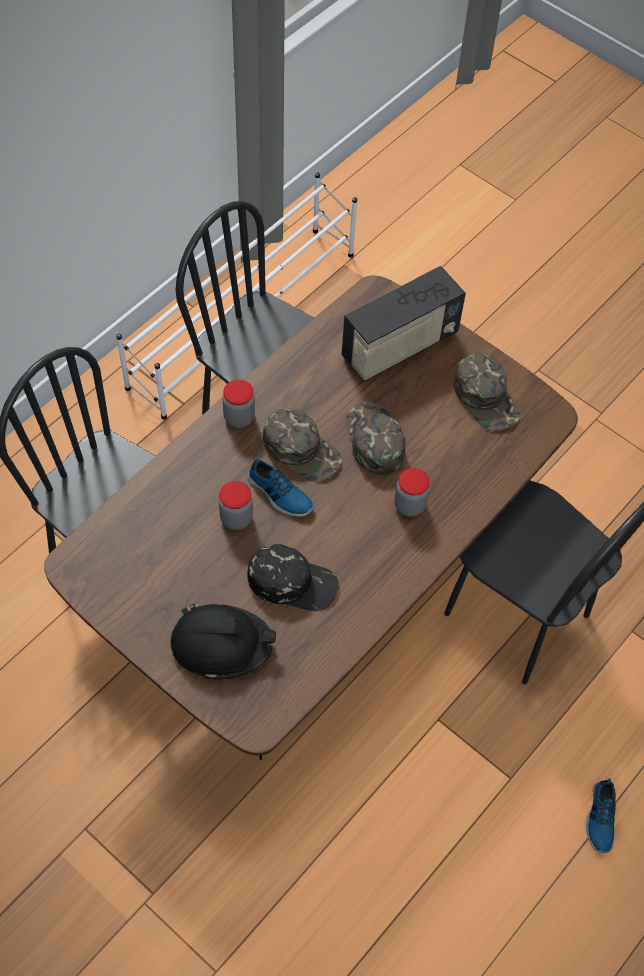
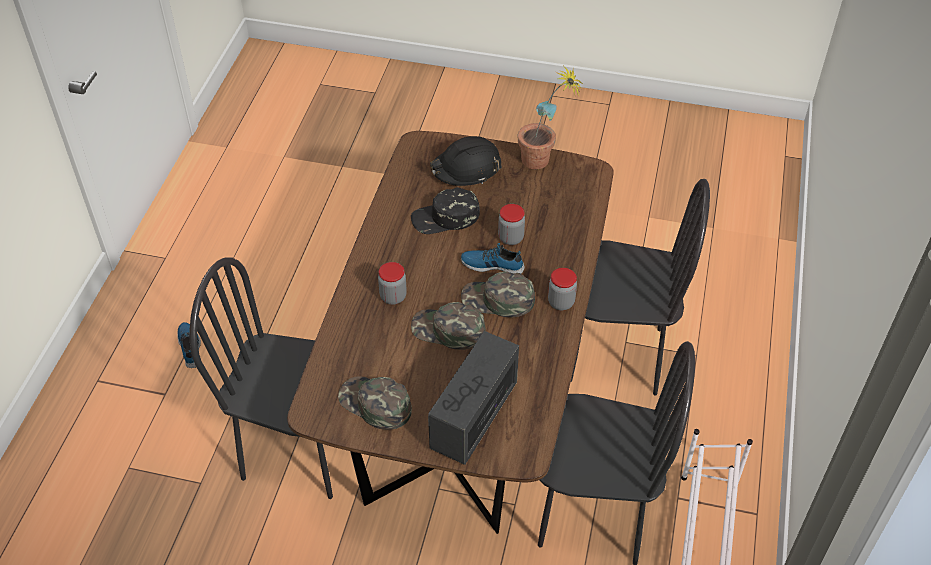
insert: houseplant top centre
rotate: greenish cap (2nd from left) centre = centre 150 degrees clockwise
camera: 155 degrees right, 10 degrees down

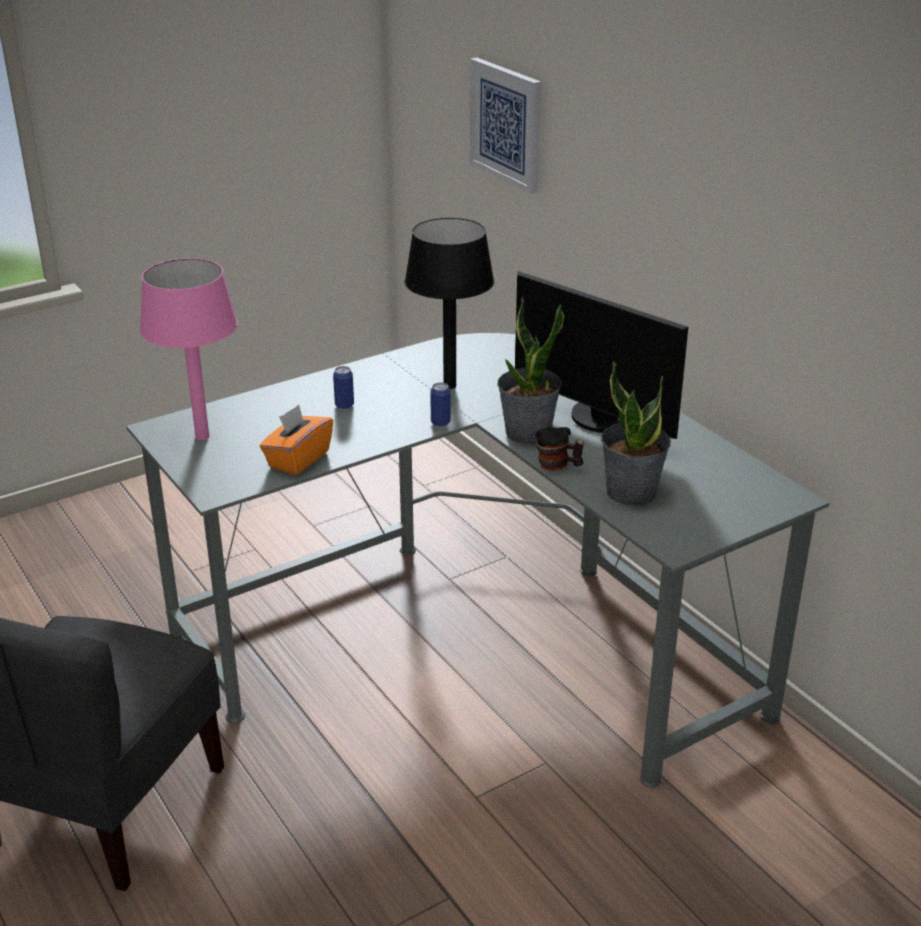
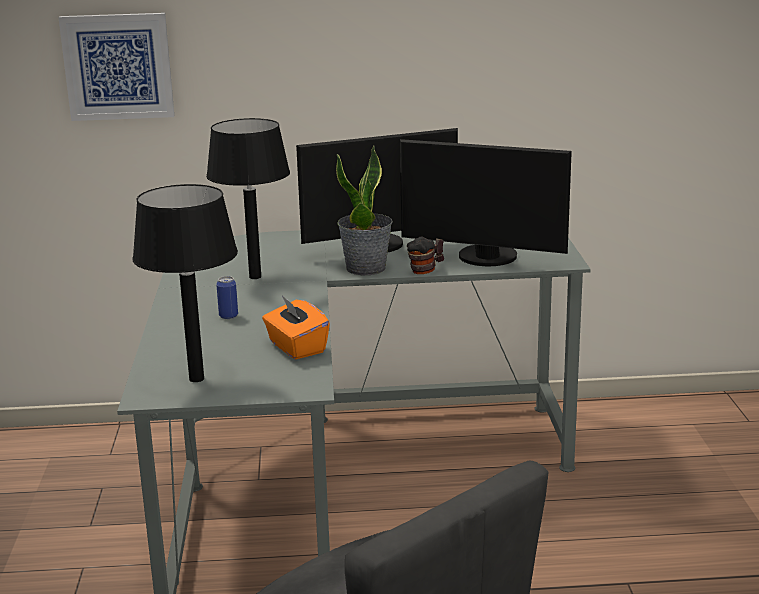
delete: sealed can (2nd from left) centre
replace: houseplant (2nd from left) middle right to monitor (2nd from left) centre
recolor: pink-coloured table lamp middle left to black table lamp (1st from left) middle left
camera: 60 degrees left, 10 degrees down

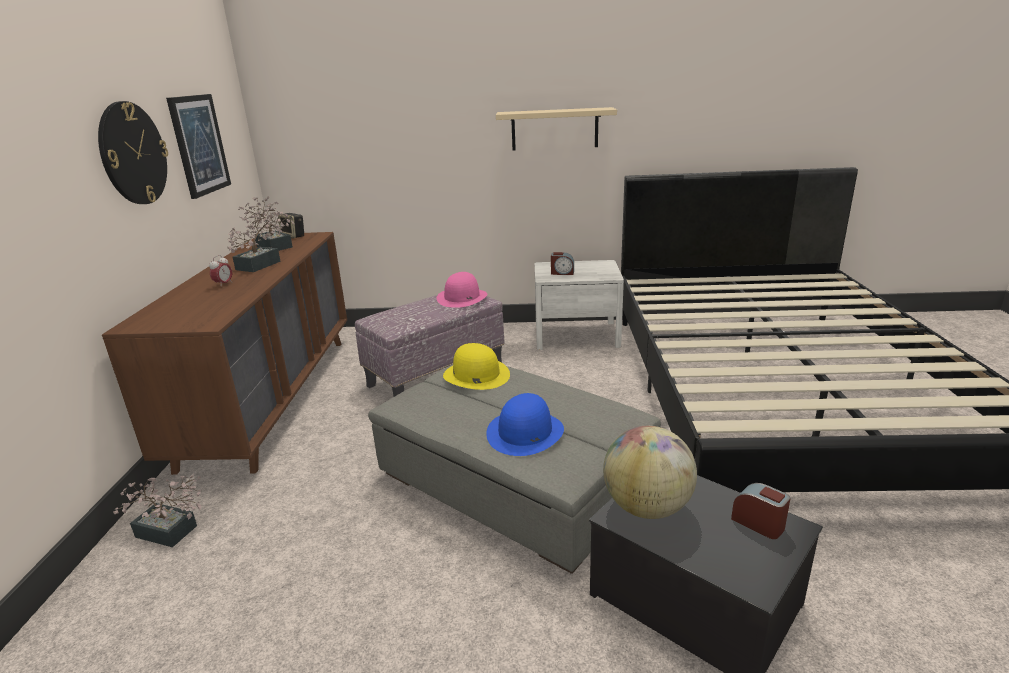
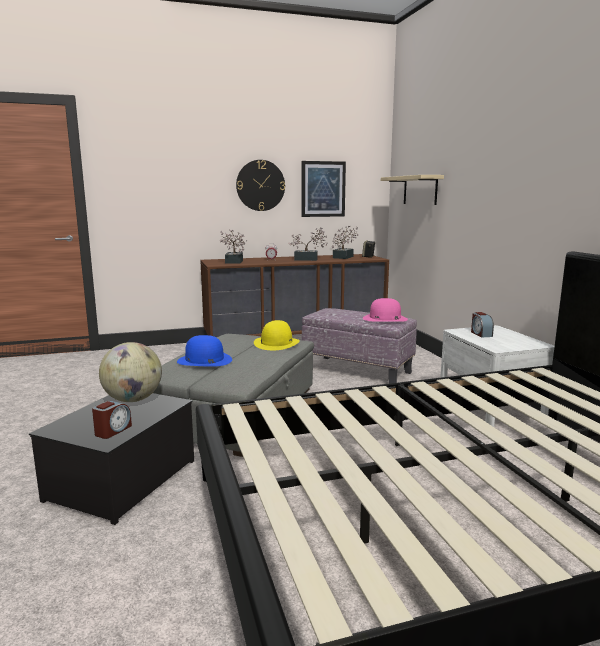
move: houseplant (1st from left) bottom left to centre; beige wall shelf top centre to top right
camera: 70 degrees right, 10 degrees down

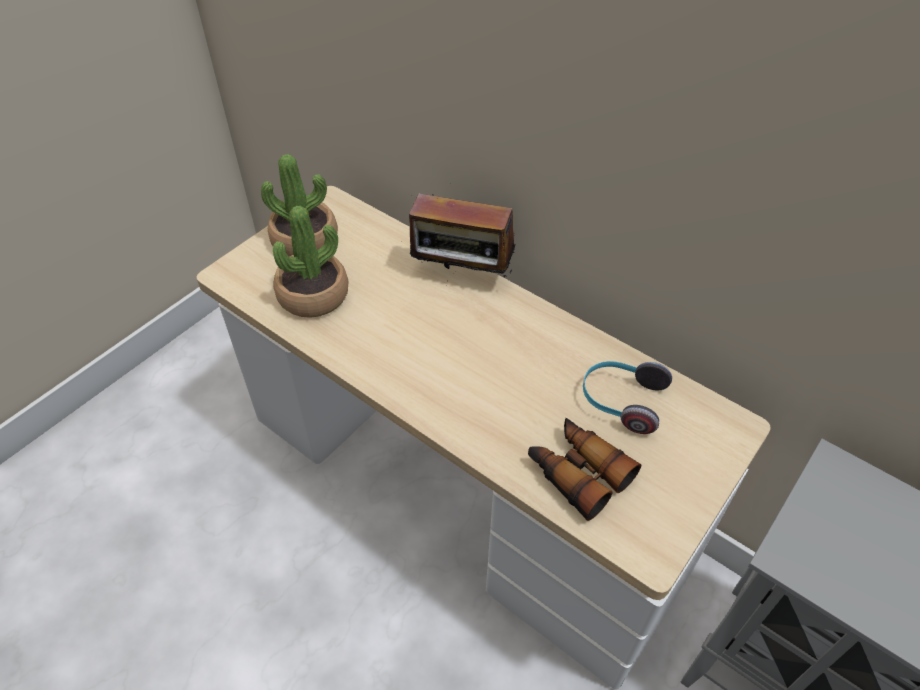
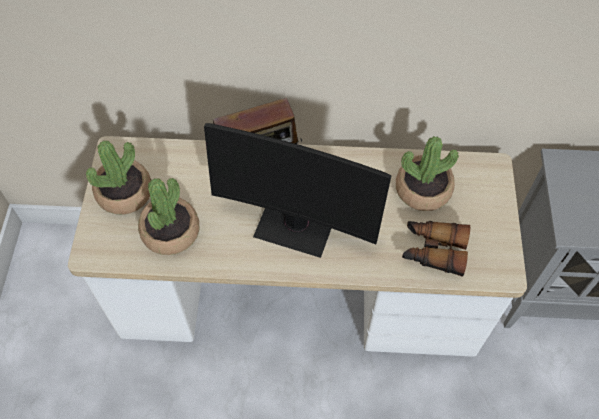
insert: monitor centre
replace: headphones middle right to houseplant (3rd from left) middle right
camera: 35 degrees left, 10 degrees up

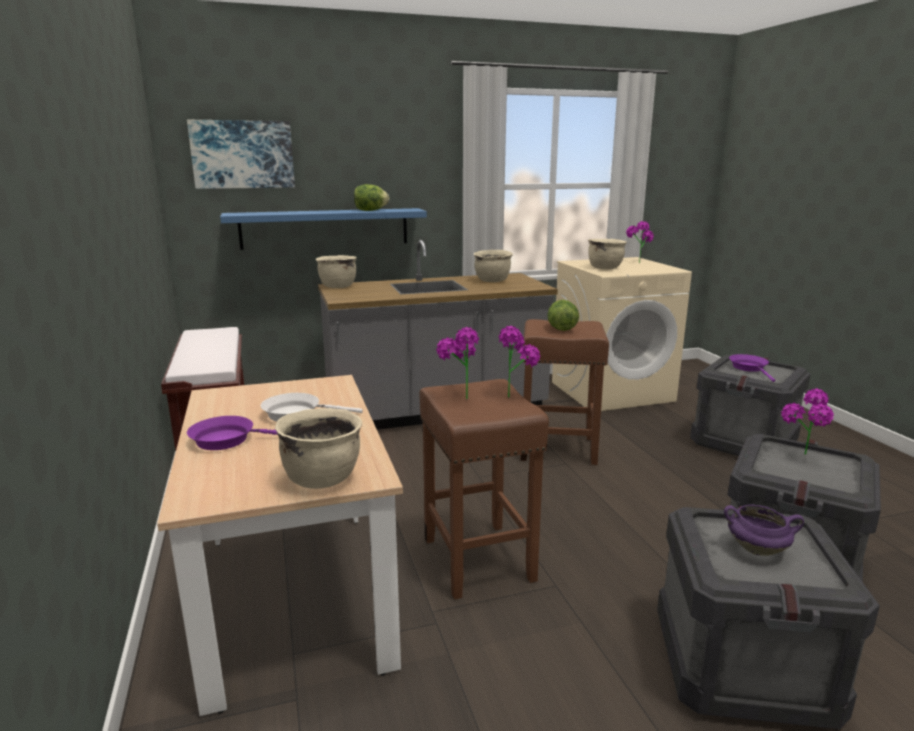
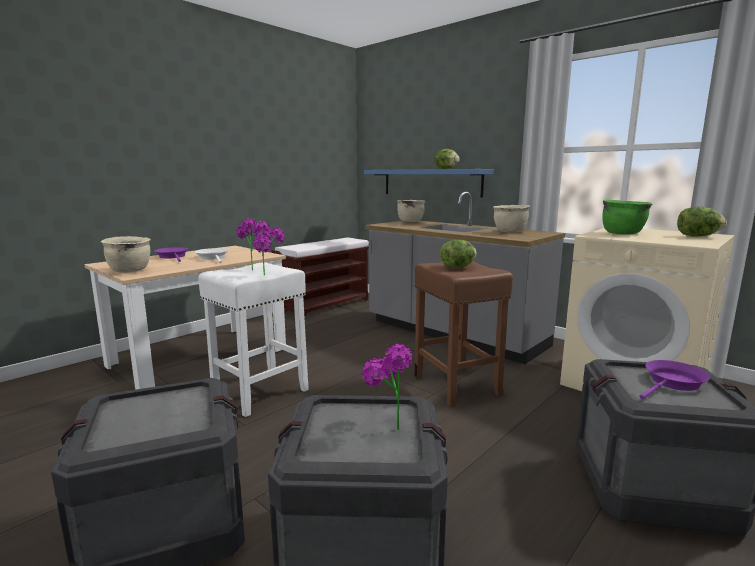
delete: wall picture top left; purple-coloured stockpot bottom right
replace: houseplant (3rd from left) top right to head of lettuce (3rd from left) middle right
recolor: brown stool (1st from left) bottom centre to white-coloured stool centre; beige stockpot (4th from left) centre to greenish stockpot middle right
camera: 60 degrees right, 5 degrees down

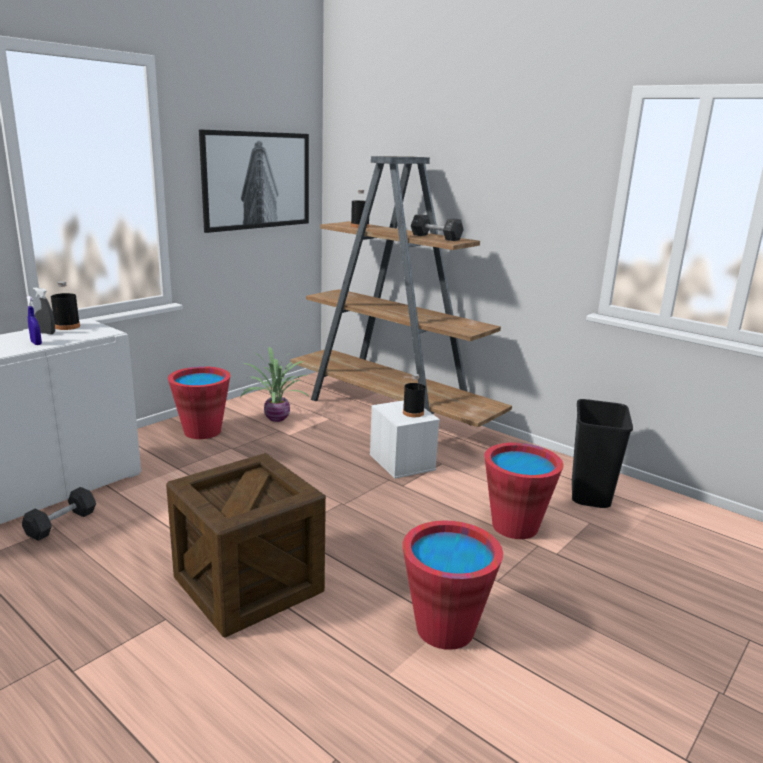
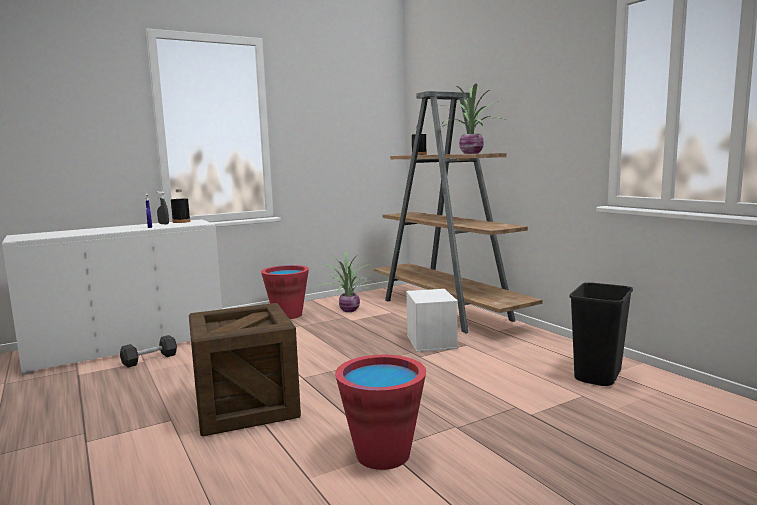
delete: wall picture top left; black drink bottle (3rd from left) centre; reddish pail (3rd from left) middle right
replace: black hand weight (2nd from left) top centre to houseplant (2nd from left) top centre
camera: 20 degrees right, 10 degrees down

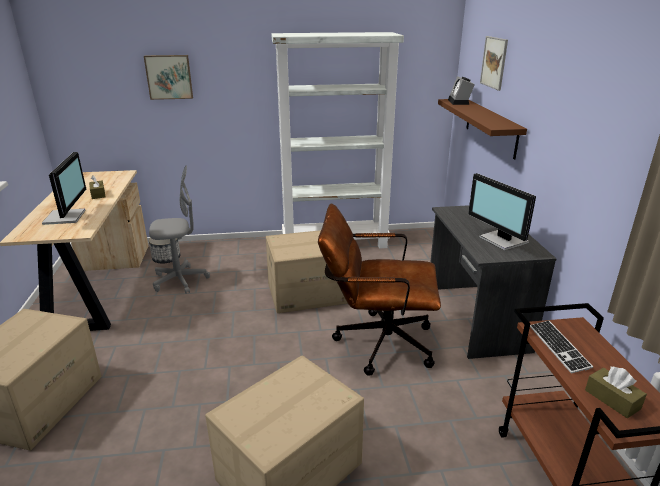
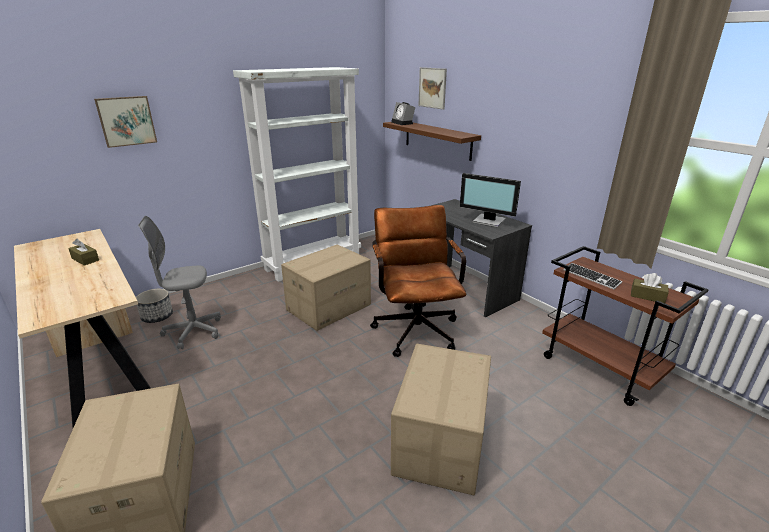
delete: monitor (1st from left) middle left
rotate: greyish office chair middle left = middle left 150 degrees counterclockwise; brown office chair centre = centre 105 degrees clockwise
camera: 30 degrees left, 0 degrees up

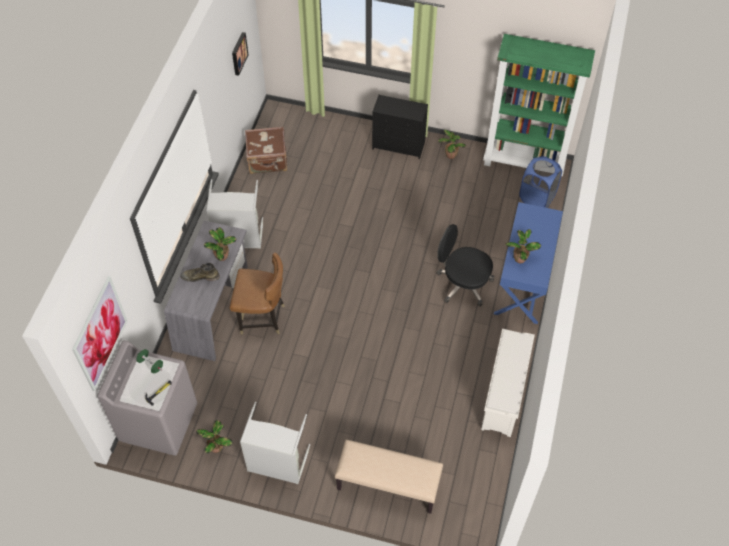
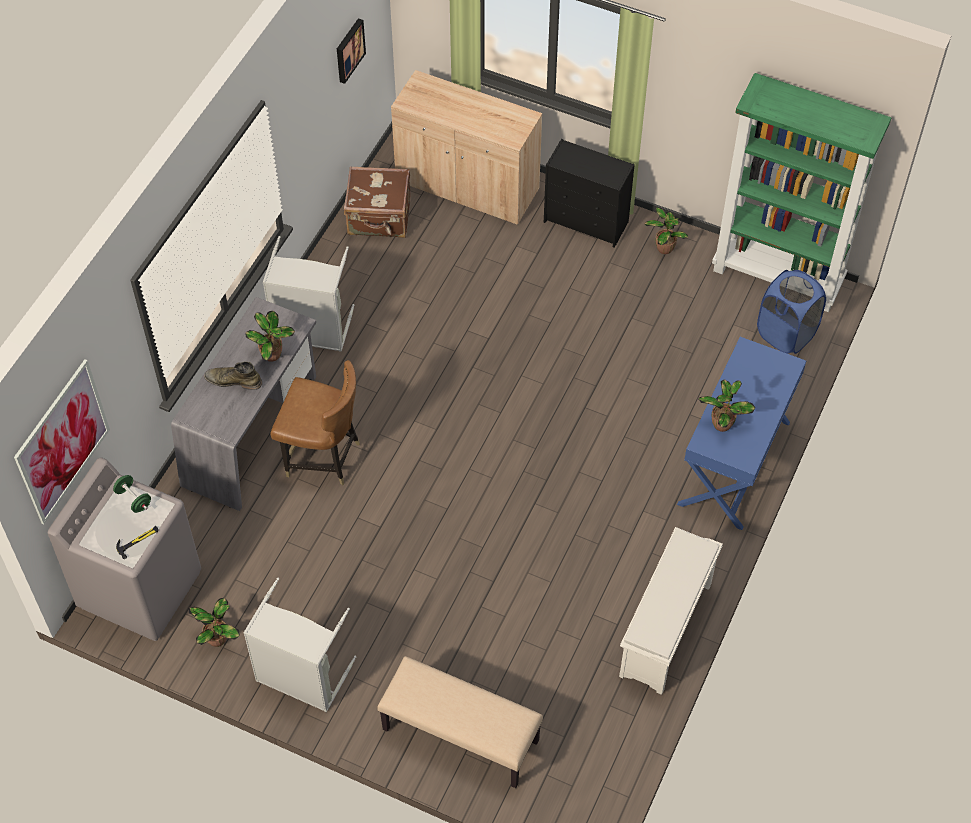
delete: black office chair centre
insert: beige cabinet top centre
camera: 10 degrees right, 0 degrees up

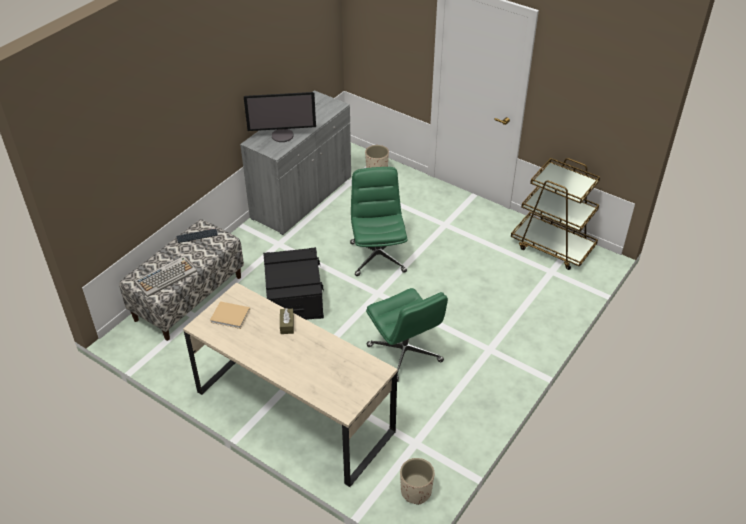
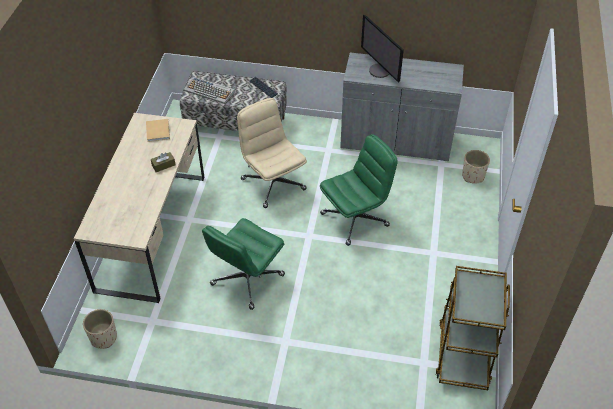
replace: black storage box centre to beige office chair centre
camera: 65 degrees right, 5 degrees up

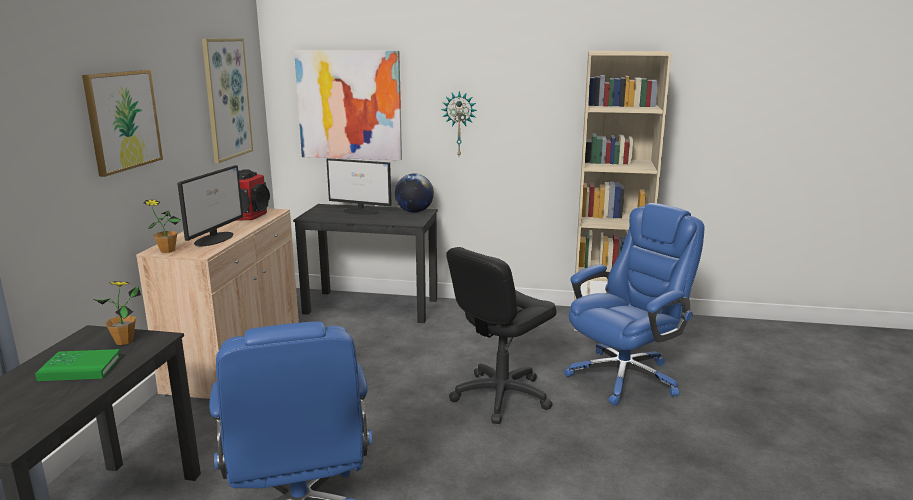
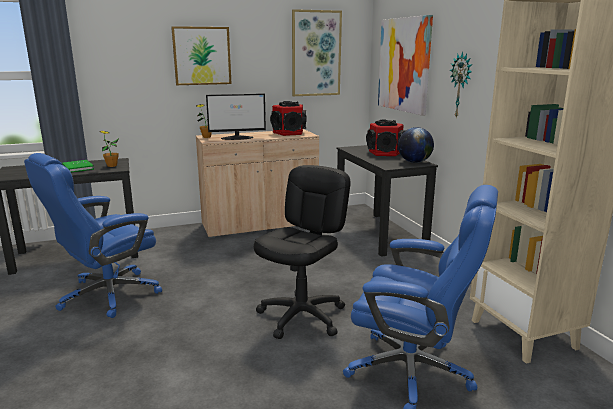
replace: monitor (2nd from left) centre to loudspeaker (2nd from left) centre
rotate: black office chair bottom centre = centre 105 degrees clockwise
camera: 60 degrees right, 0 degrees up

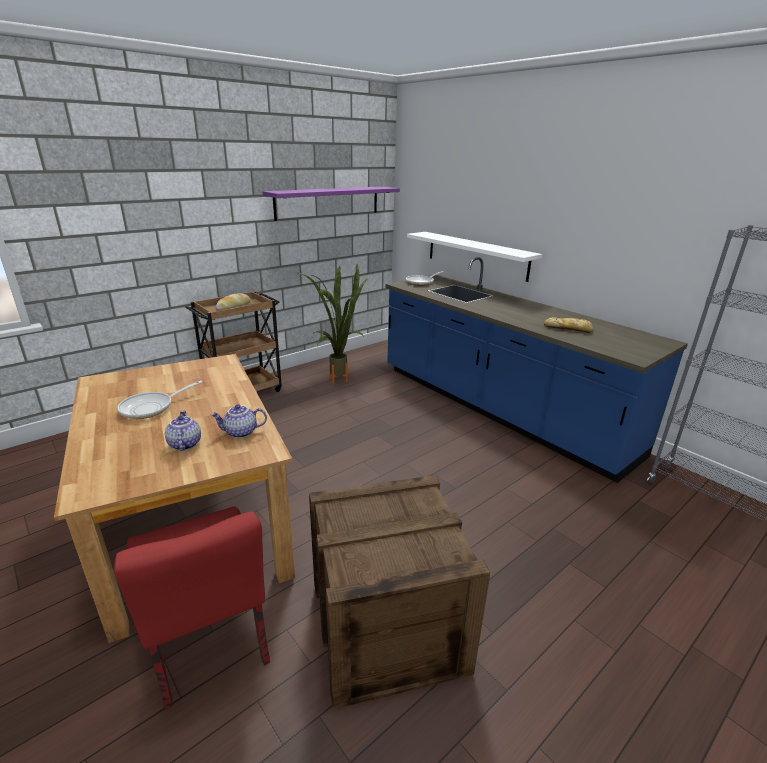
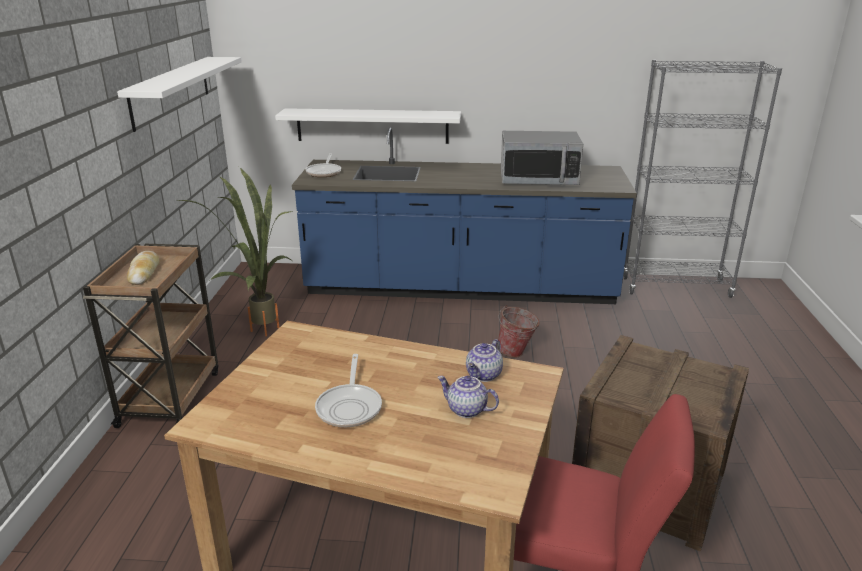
insert: pail centre
replace: bakery bread (2nd from left) middle right to microwave top centre
recolor: purple-coloured wall shelf top centre to white-coloured wall shelf (1st from left) top left
camera: 45 degrees left, 0 degrees up

